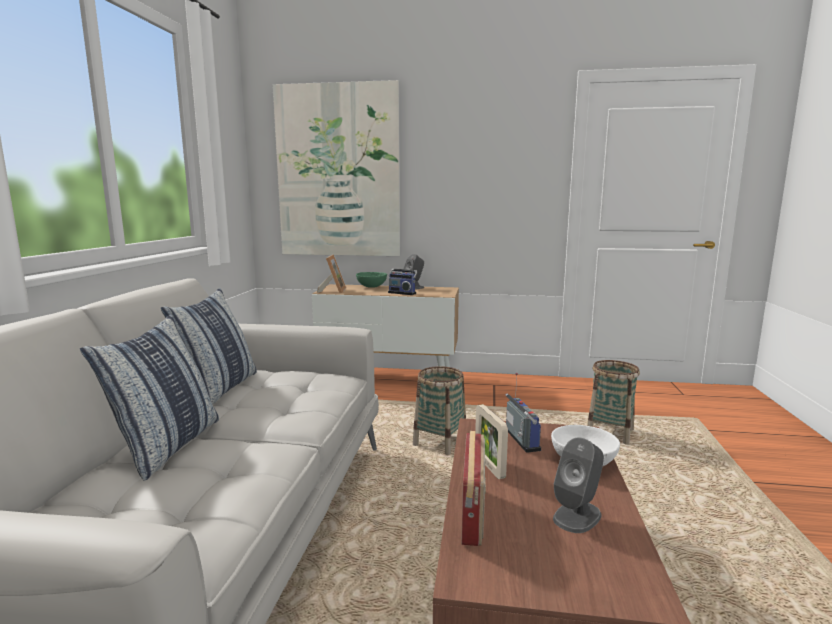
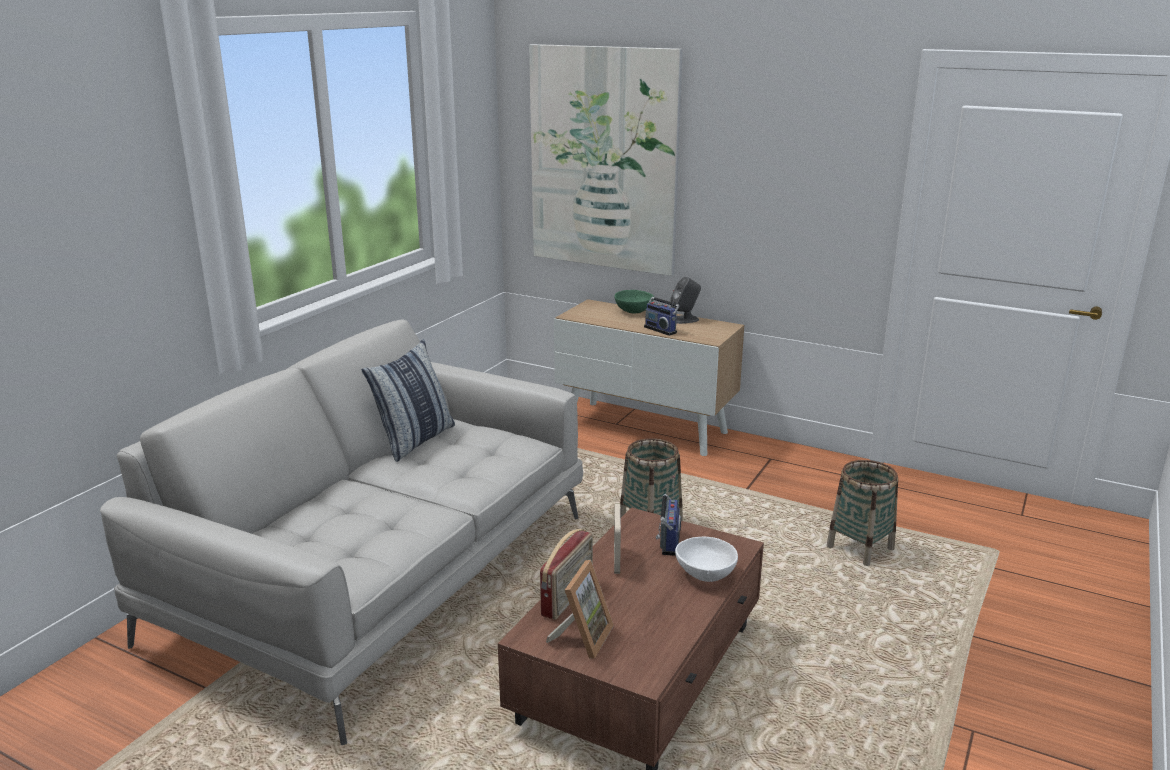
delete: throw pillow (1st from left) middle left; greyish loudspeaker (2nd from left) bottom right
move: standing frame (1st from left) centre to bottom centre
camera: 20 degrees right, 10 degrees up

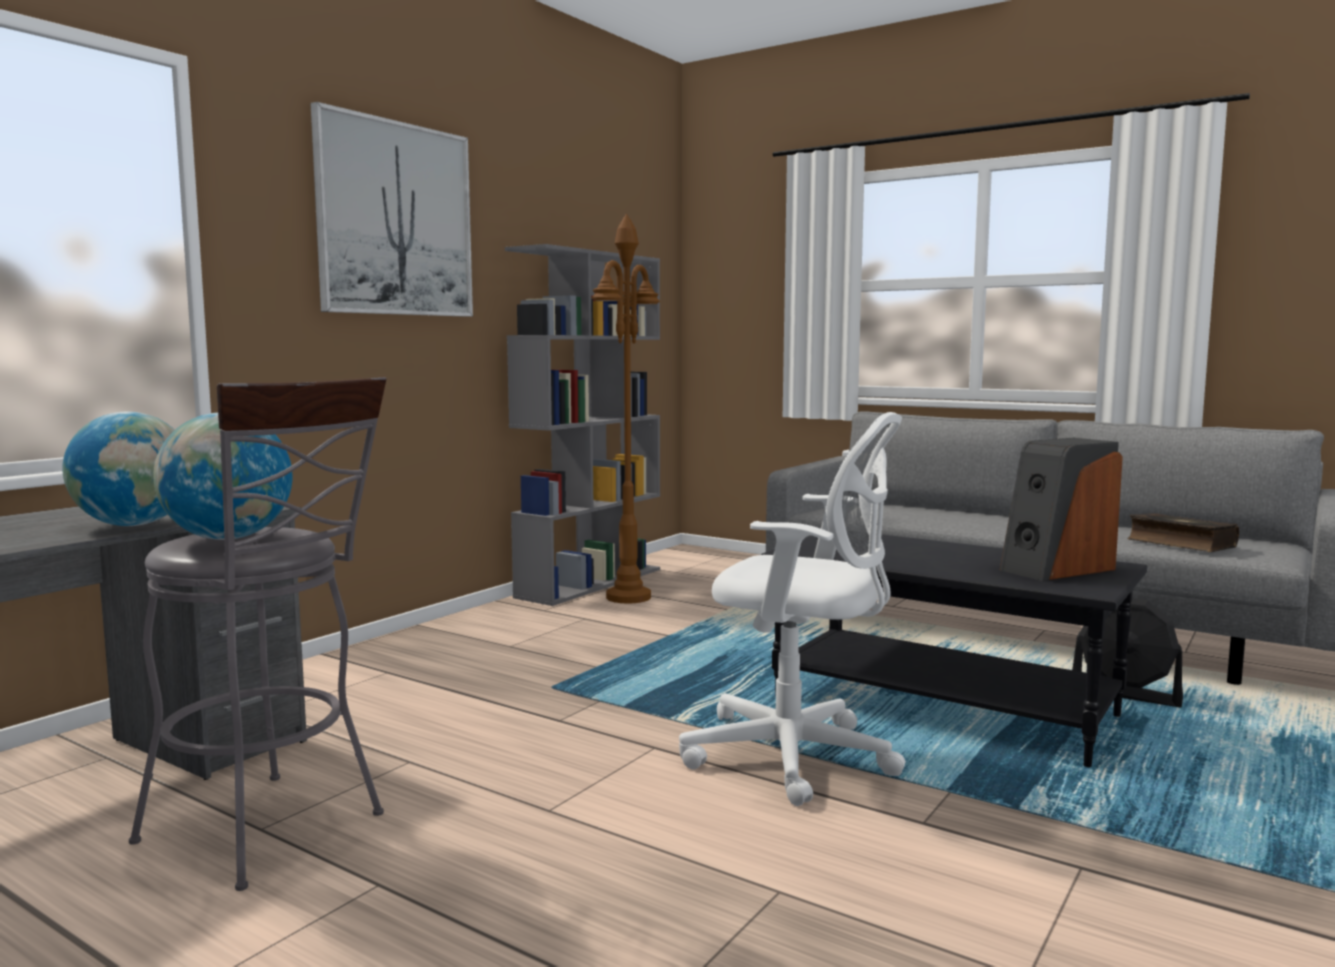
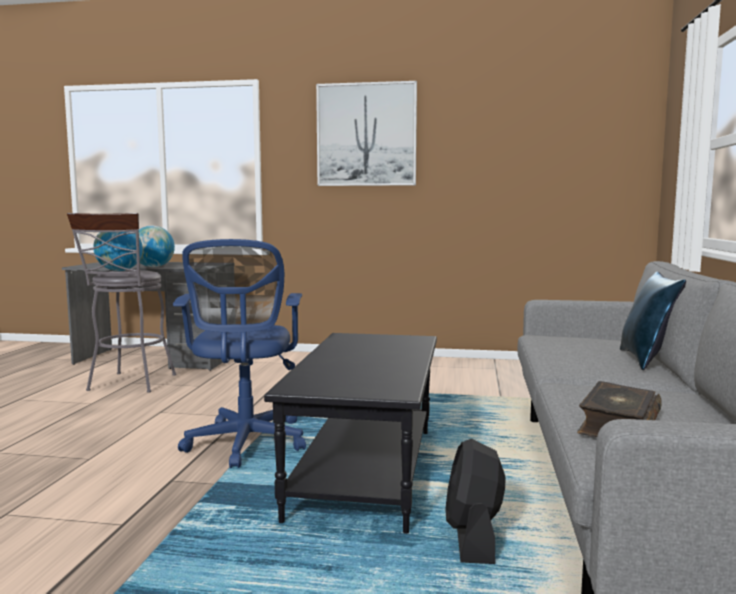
delete: greyish bookshelf centre; brown standing lamp centre; loudspeaker middle right
insert: bluish throw pillow middle right
recolor: white-coloured office chair centre to bluish office chair middle left
camera: 65 degrees right, 0 degrees up

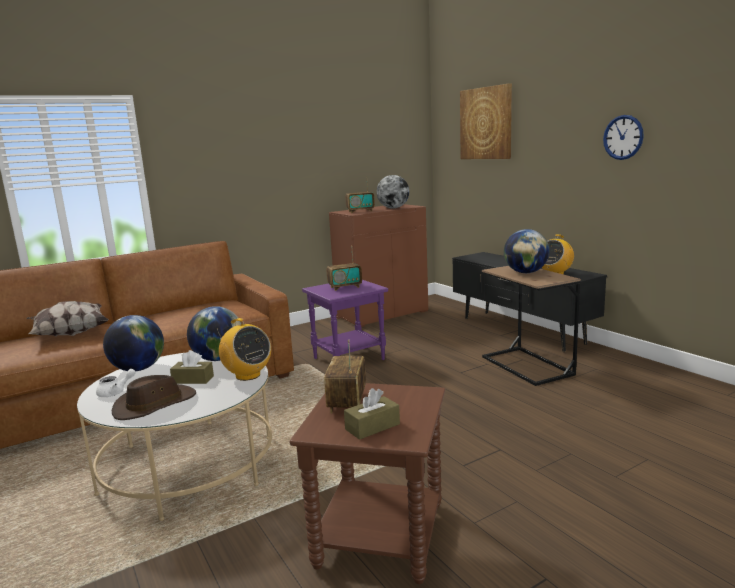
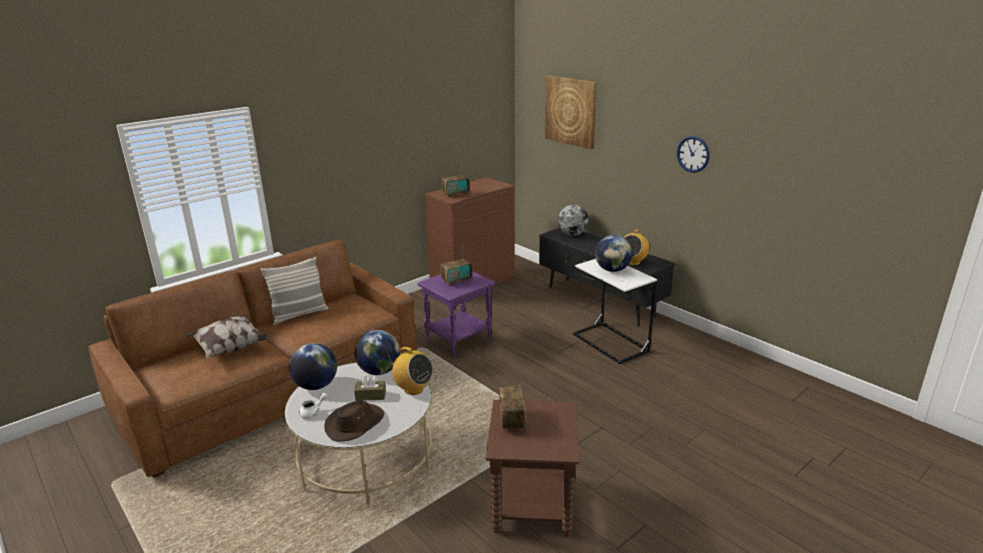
delete: brown tissue box (2nd from left) bottom centre
insert: throw pillow (2nd from left) middle left
move: desk globe (3rd from left) top centre to centre
recolor: brown accent table (2nd from left) middle right to white-coloured accent table centre
camera: 10 degrees left, 10 degrees up

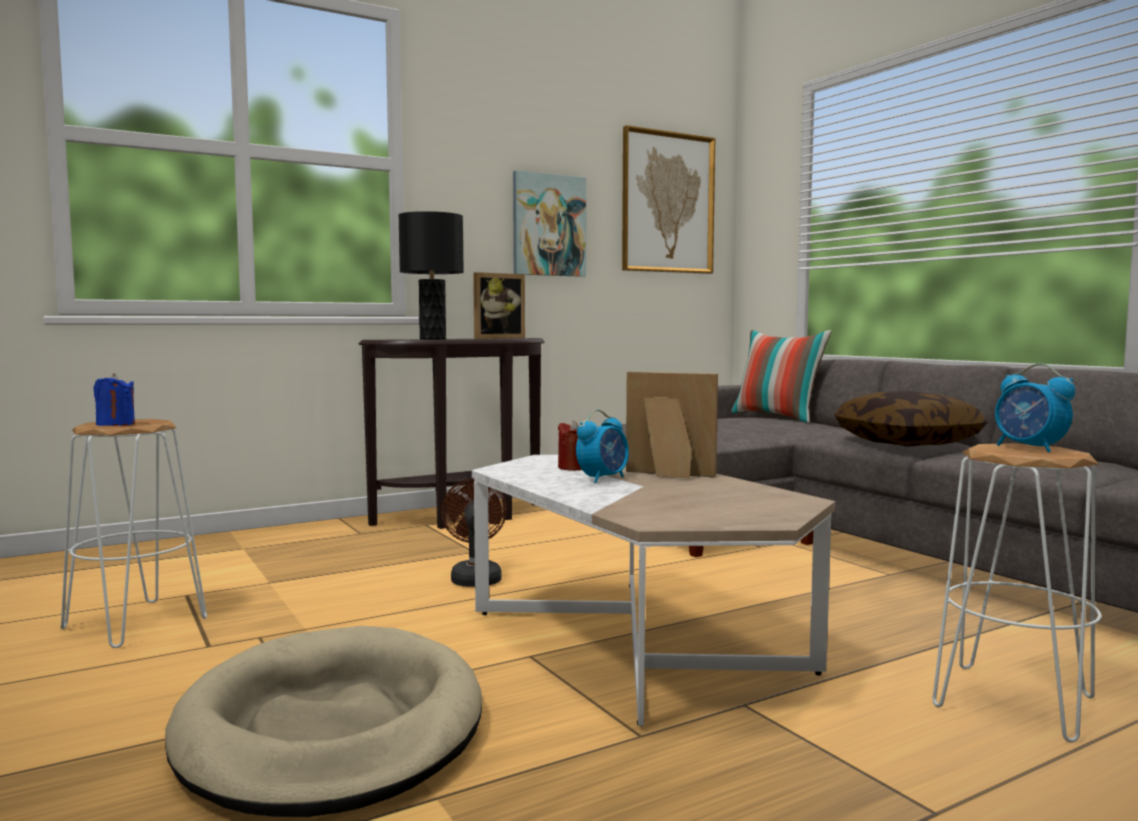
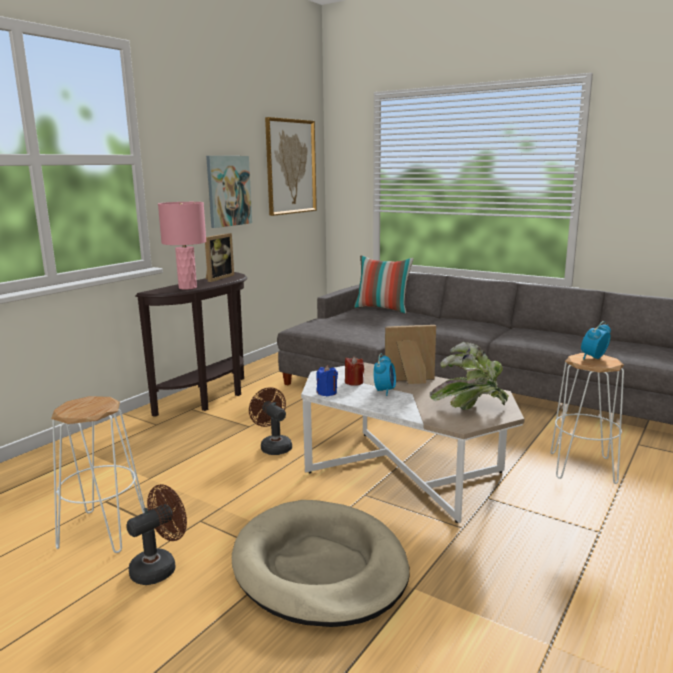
delete: throw pillow (2nd from left) middle right
insert: brown electric fan (1st from left) bottom left; houseplant middle right
move: bluish wax light middle left to centre
recolor: black table lamp centre to pink-coloured table lamp middle left
rotate: bedside clock (2nd from left) middle right = middle right 105 degrees clockwise
camera: 25 degrees left, 10 degrees up

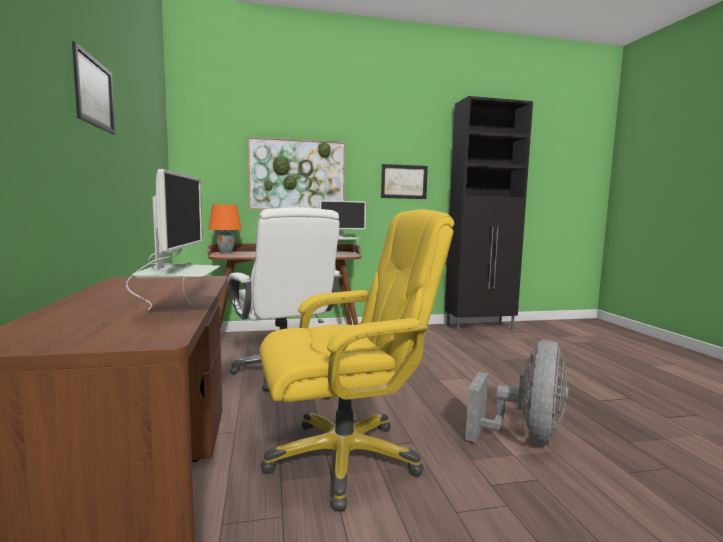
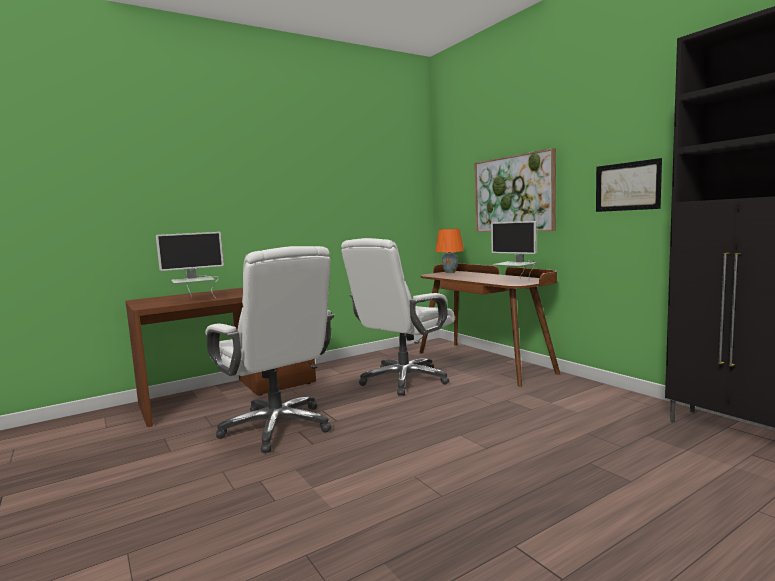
delete: wall picture (1st from left) top left; greyish electric fan bottom right
recolor: yellow office chair centre to white-coloured office chair (1st from left) centre
camera: 70 degrees right, 0 degrees up

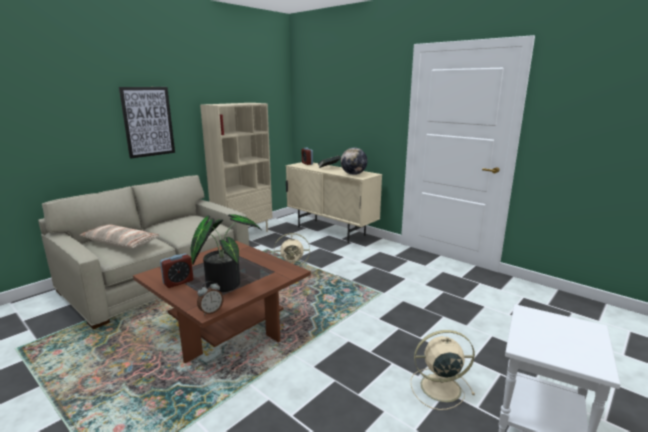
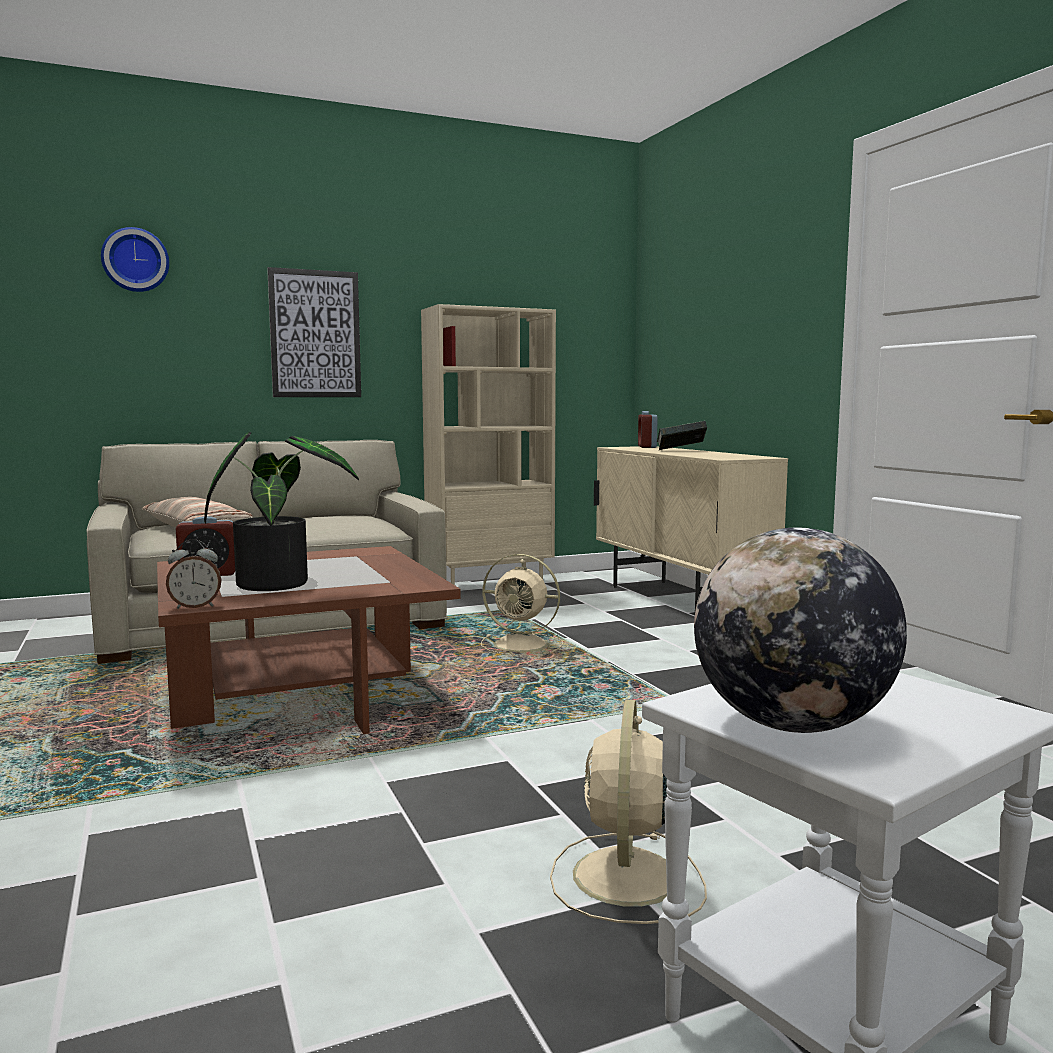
insert: wall clock top left
move: desk globe centre to middle right
rotate: beige electric fan (2nd from left) bottom right = bottom centre 105 degrees counterclockwise
camera: 25 degrees right, 10 degrees down

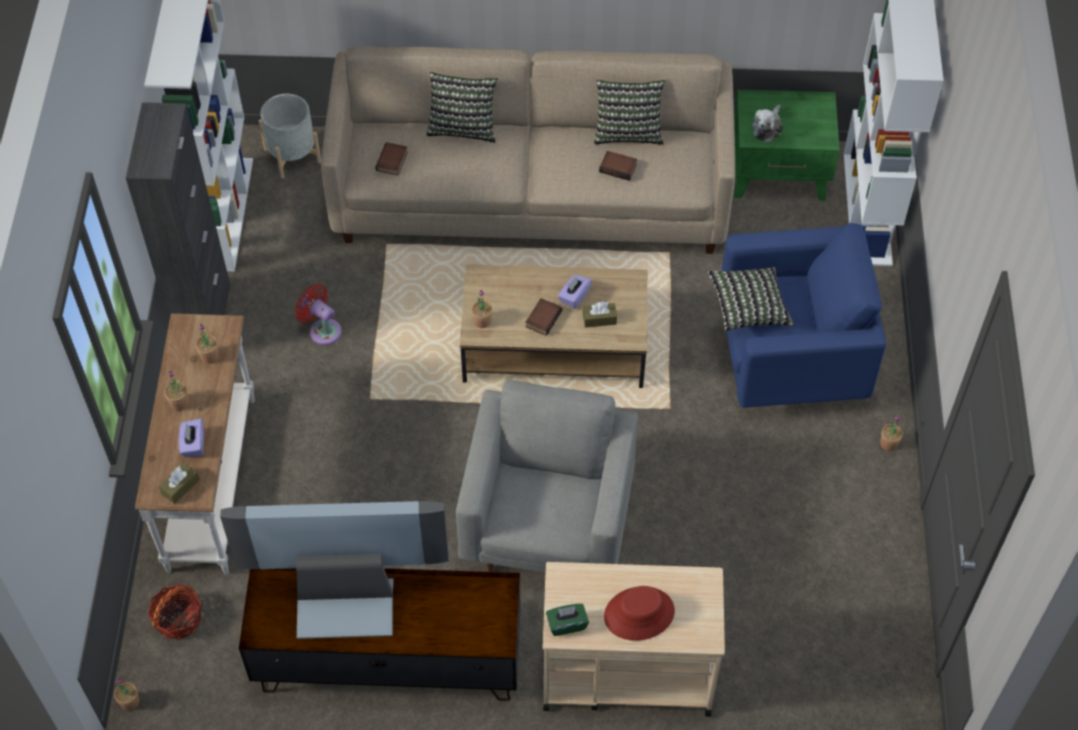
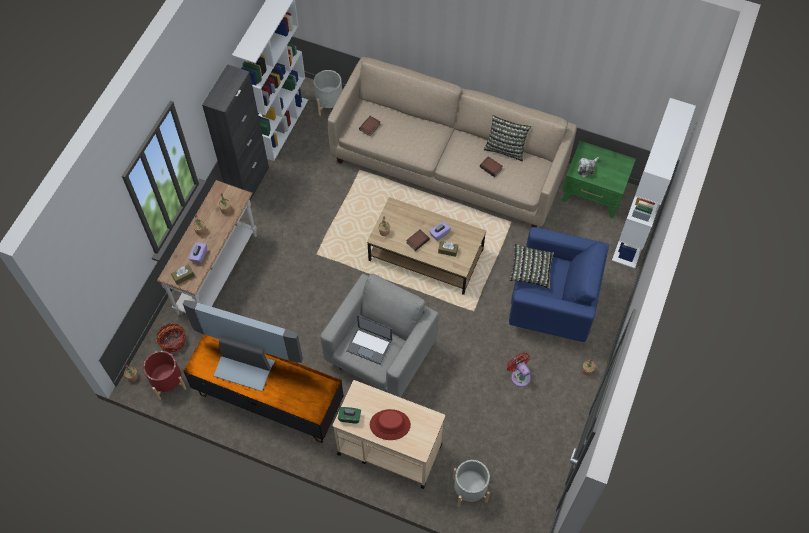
delete: throw pillow (1st from left) top centre
insert: reddish planter bottom left; laptop centre; greyish planter (2nd from left) bottom centre
move: reddish electric fan middle left to bottom centre
camera: 20 degrees right, 5 degrees up

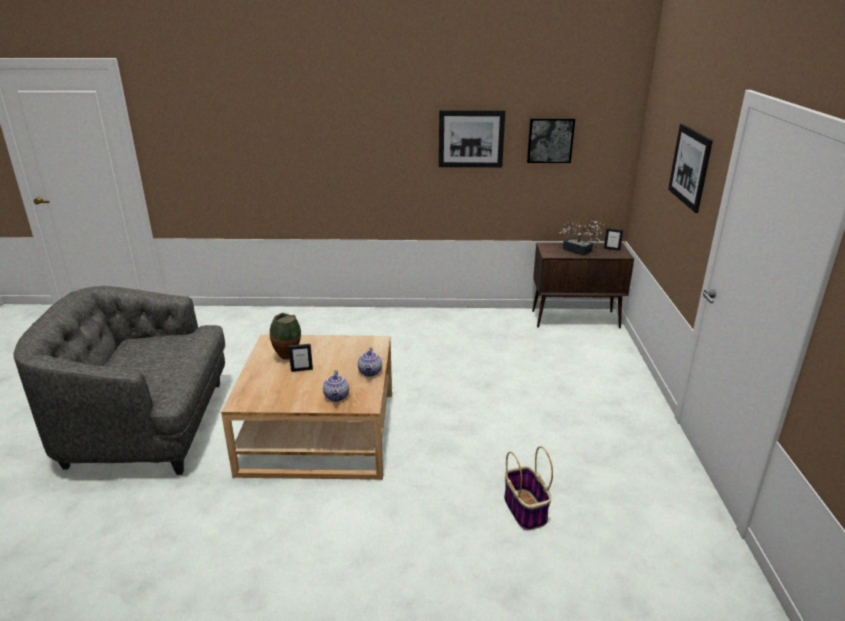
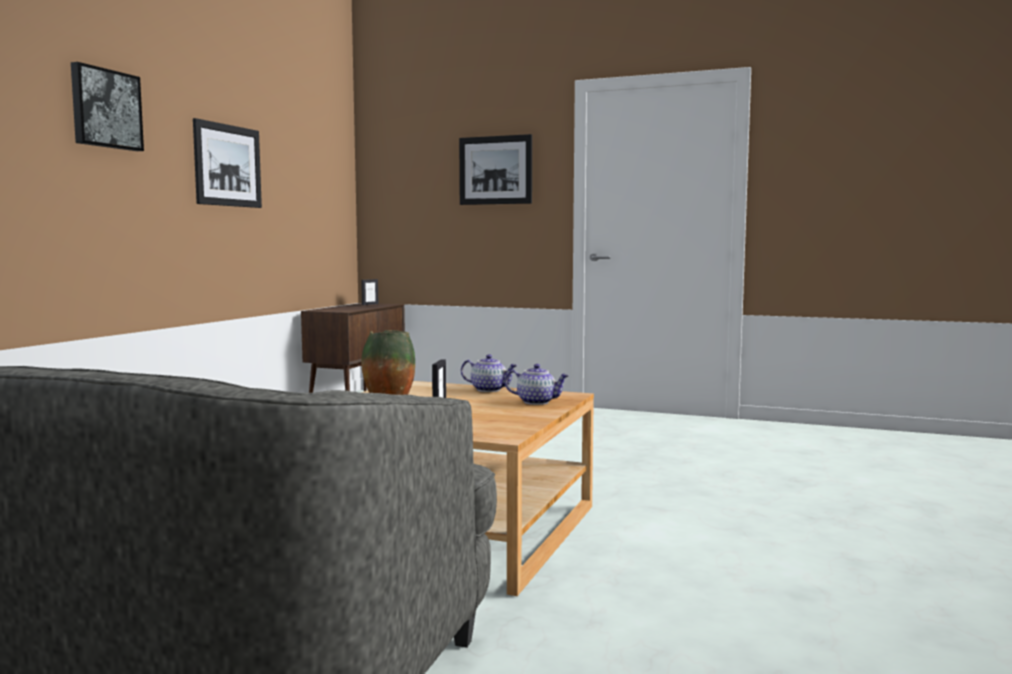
delete: household basket bottom centre; houseplant middle right
move: wall picture (2nd from left in the first image) top centre to wall picture (1st from left) top left
camera: 70 degrees left, 20 degrees down

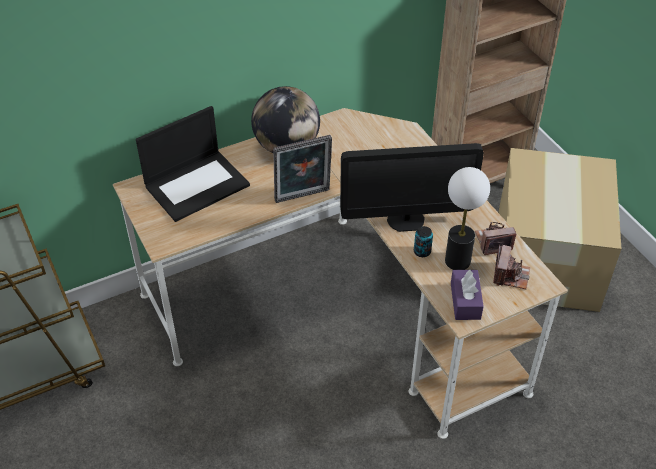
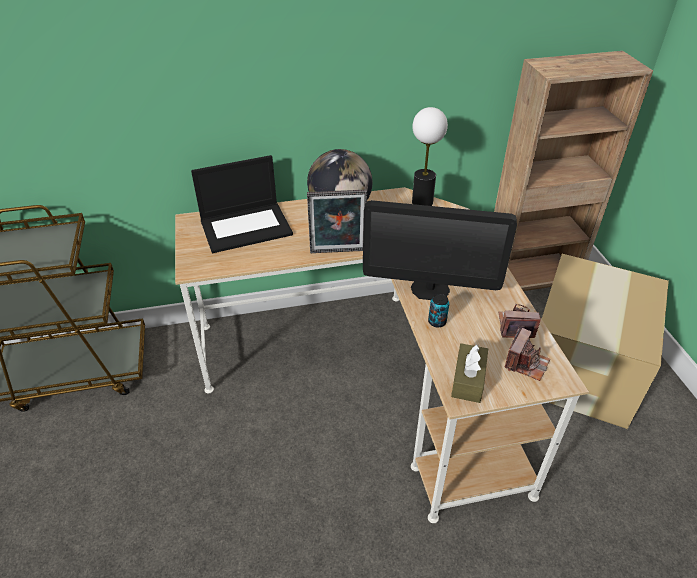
move: table lamp middle right to top centre
recolor: purple-coloured tissue box middle right to brown tissue box middle right
camera: 15 degrees right, 5 degrees down

